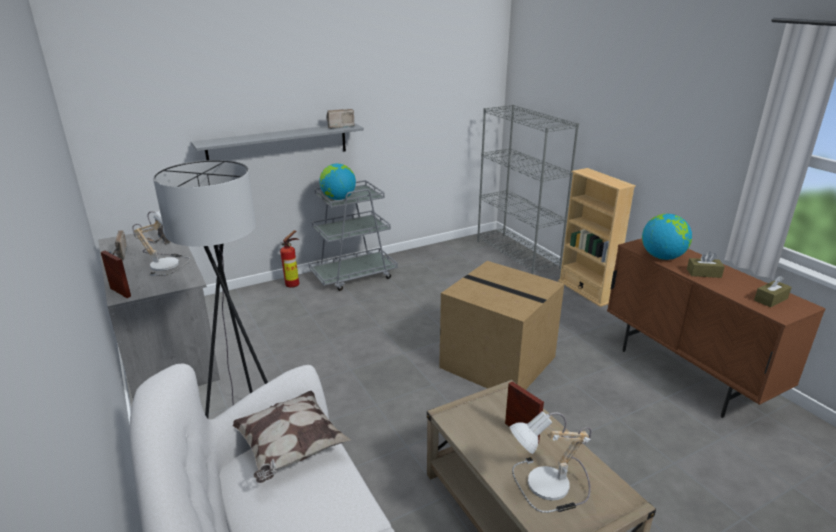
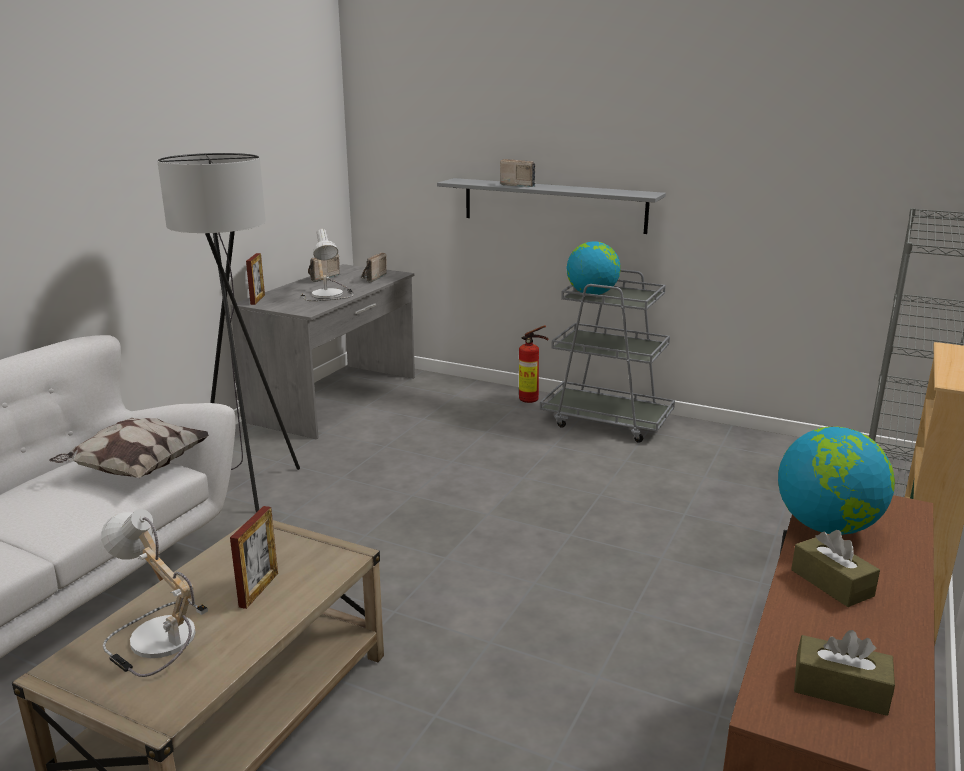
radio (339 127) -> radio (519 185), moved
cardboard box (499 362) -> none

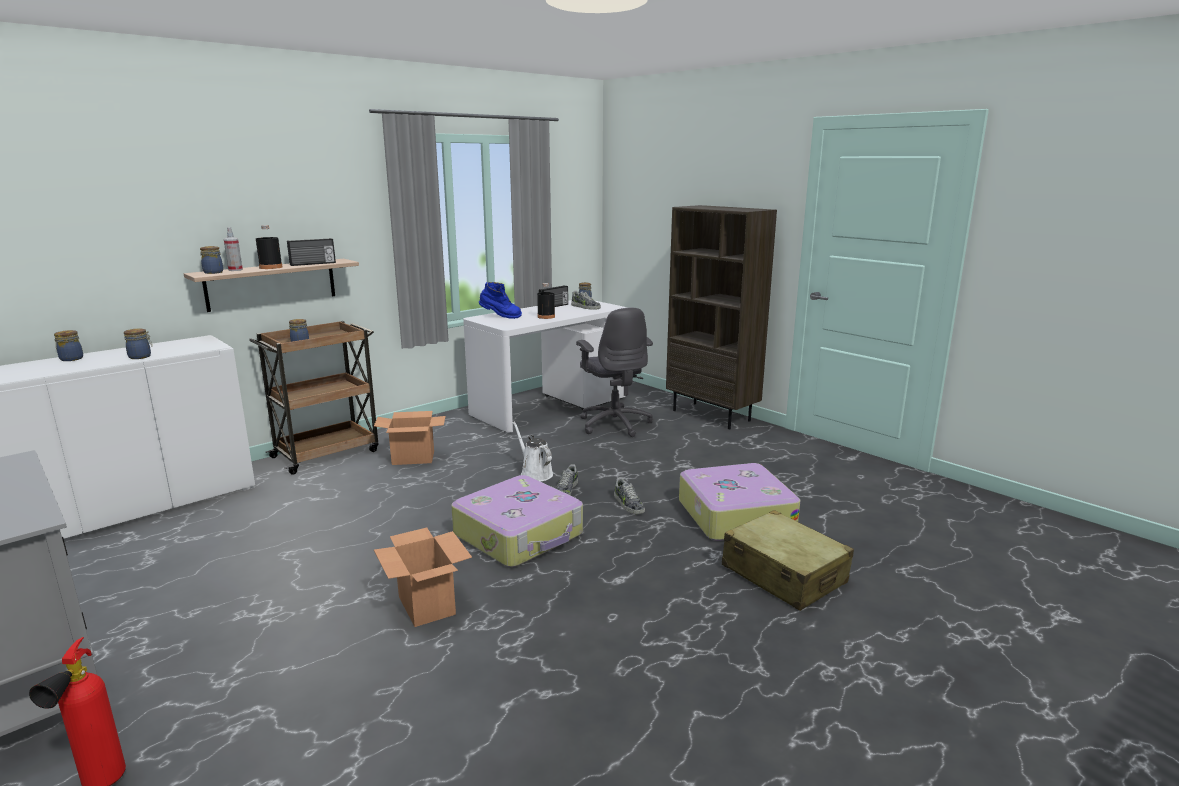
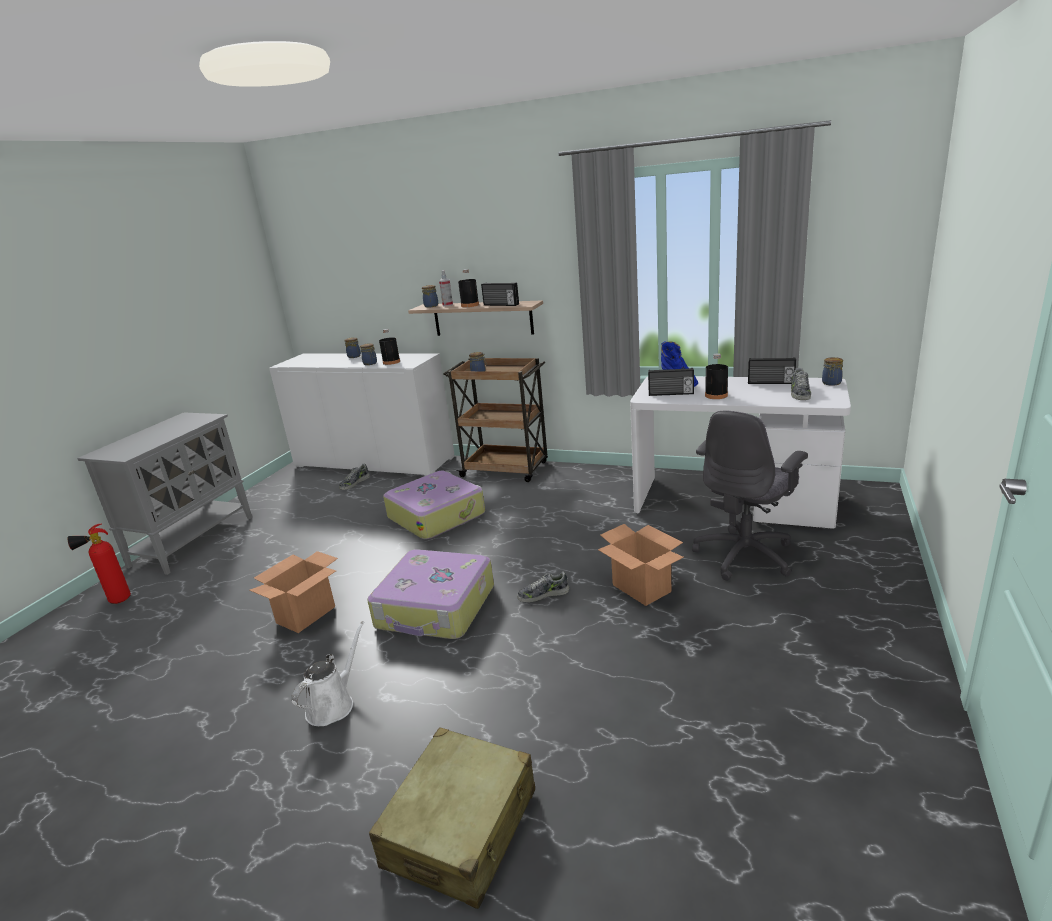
cardboard box (414 458) -> cardboard box (642 588), moved
watering can (white) (534 473) -> watering can (white) (333 704), moved
shoe (628 504) -> shoe (354 483), moved
bookcase (brown) (712 415) -> none
suitcase (734 515) -> suitcase (437 515), moved
none -> bottle (black) (391 362)
none -> radio (671 394)

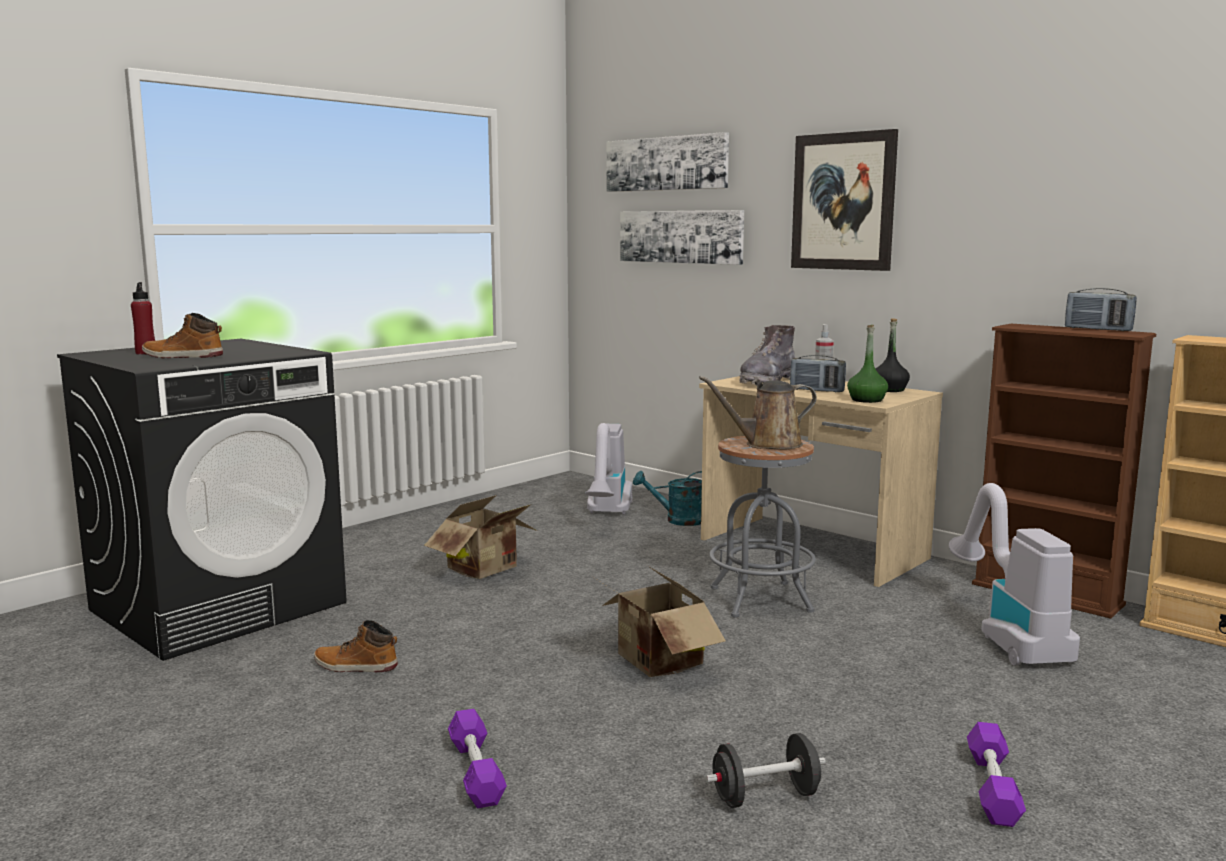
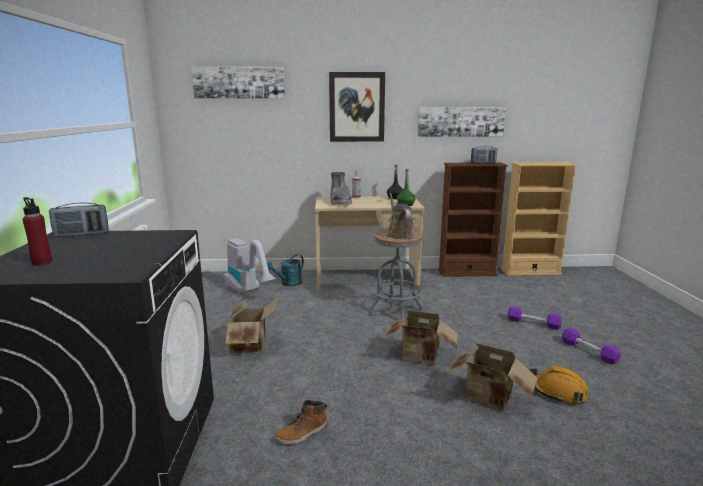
boot (182 357) -> none
dumbbell (purple) (476 771) -> dumbbell (purple) (533 323), moved
picture (681 236) -> picture (460 121), moved
watering can (brown) (767 444) -> watering can (brown) (399 234), 135 degrees clockwise
dumbbell (black) (765 796) -> hard hat (orange) (558 392)
radio (817 390) -> radio (82 234), moved
vacuum cleaner (1007 635) -> none
none -> cardboard box (489 399)

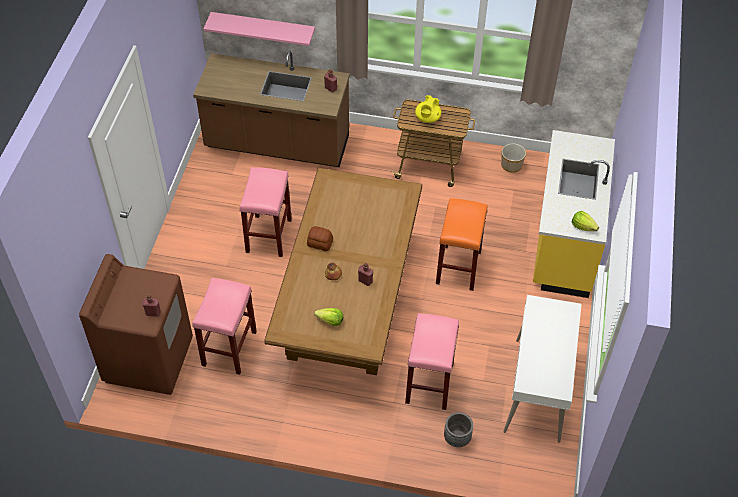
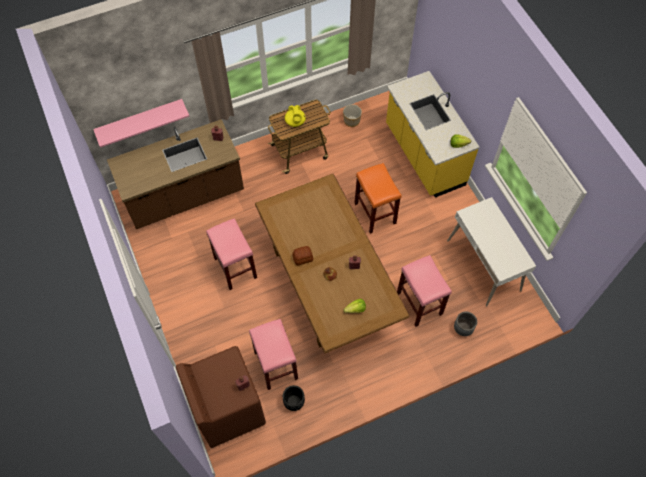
none -> planter (black) (294 402)

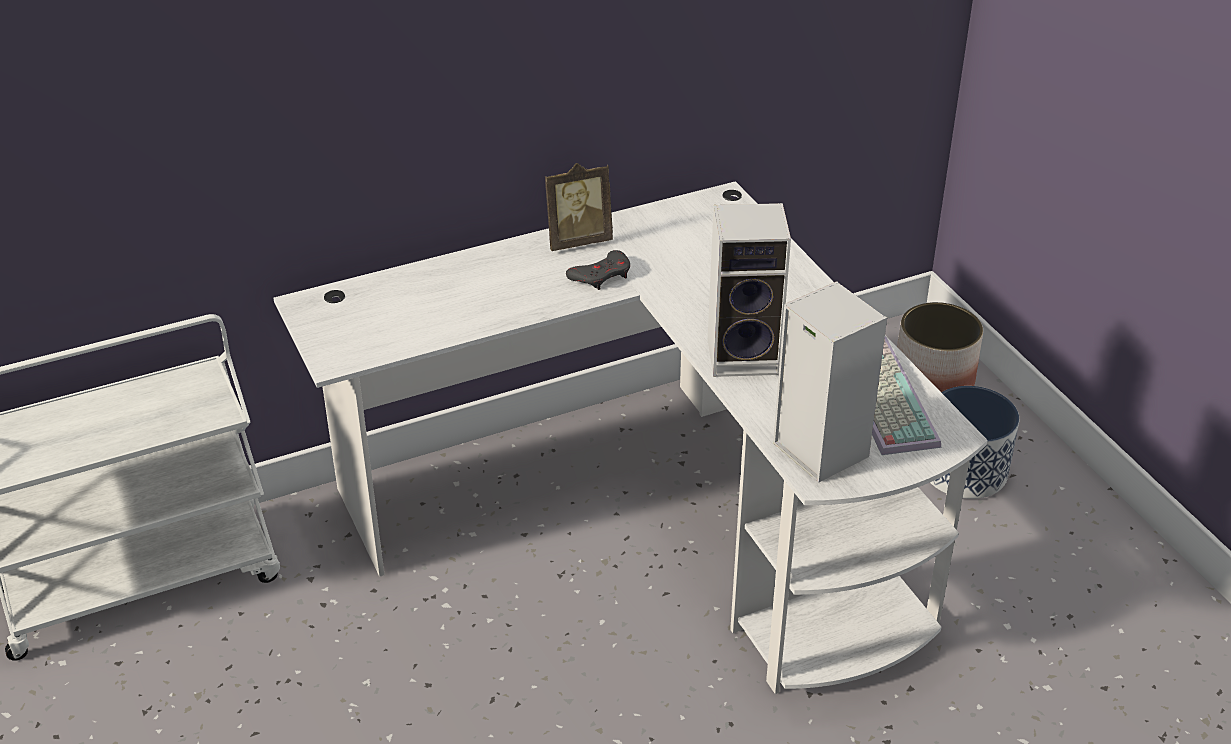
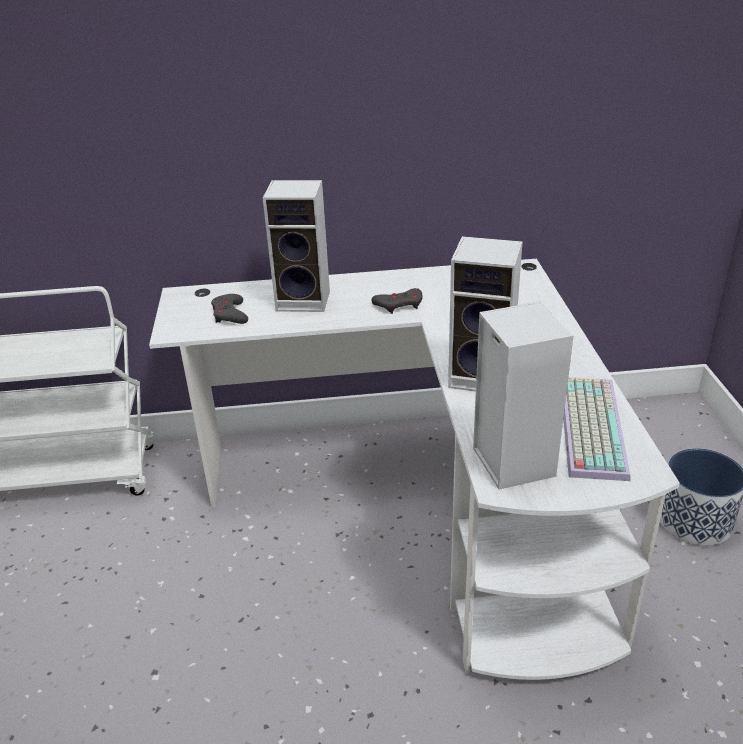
picture frame (577 240) -> none
planter (933 381) -> none
none -> game controller (grey) (230 314)
none -> speaker (305 300)

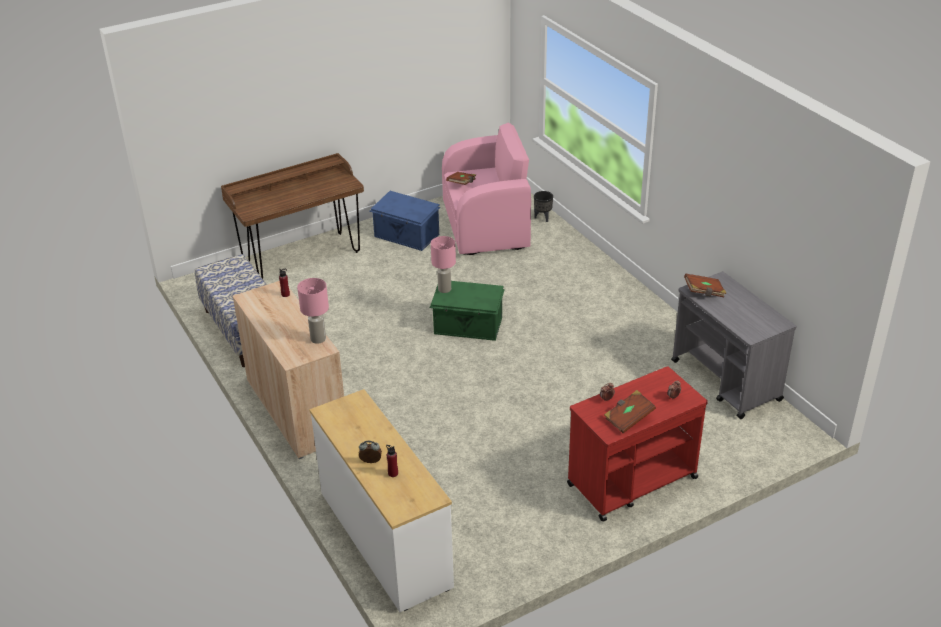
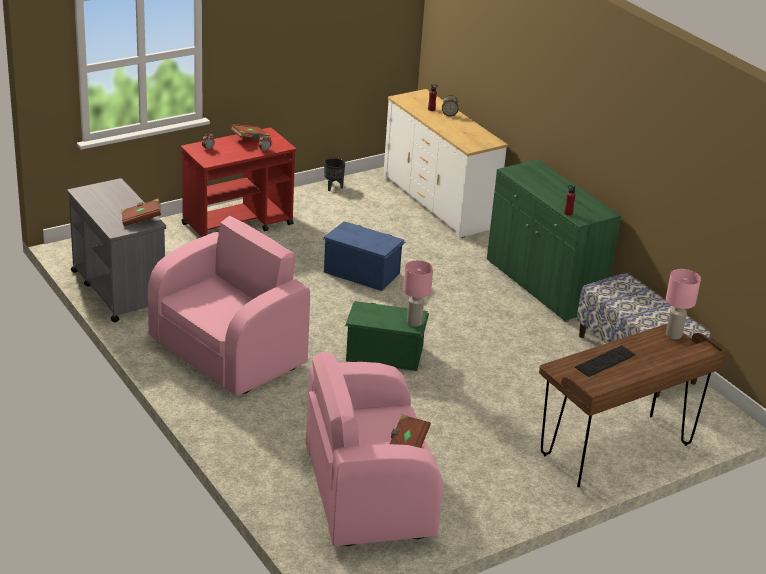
cabinet (beige) (297 410) -> cabinet (green) (544 285)
table lamp (pink) (318 339) -> table lamp (pink) (673 335), moved
storage box (blue) (406 236) -> storage box (blue) (362 272), moved
planter (black) (542 218) -> planter (black) (333 187), moved
none -> armchair (pink) (229 352)
none -> keyboard (605 361)

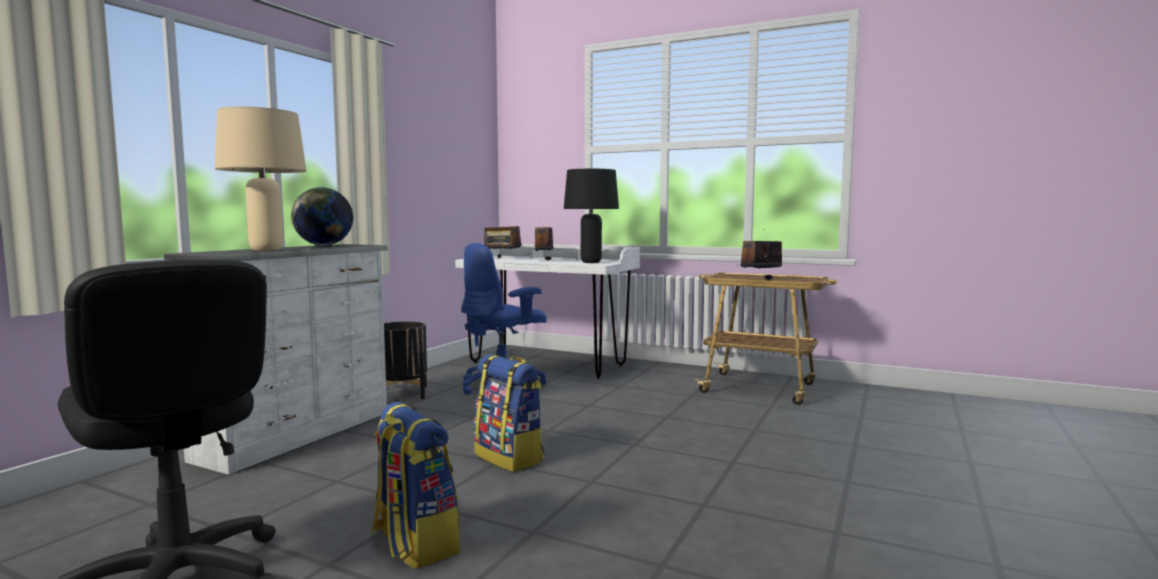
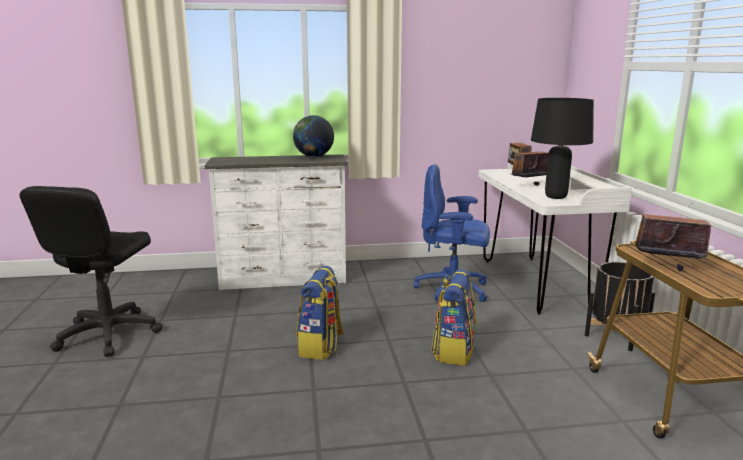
table lamp (beige) (267 250) -> none
backpack (414 544) -> backpack (453 351), moved
planter (black) (402 393) -> planter (black) (616 335), moved

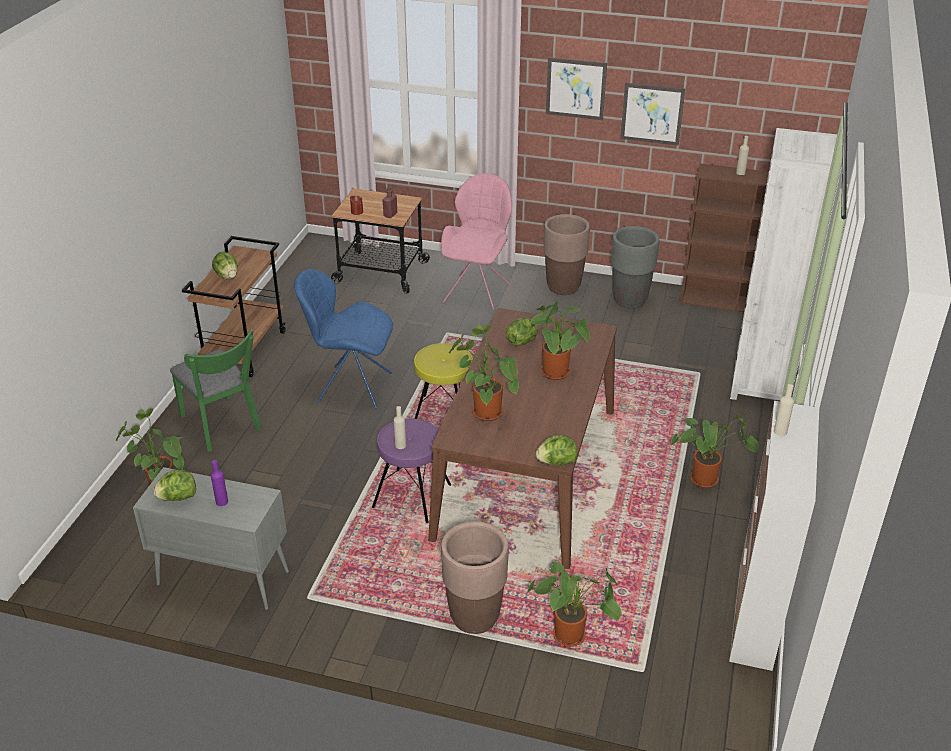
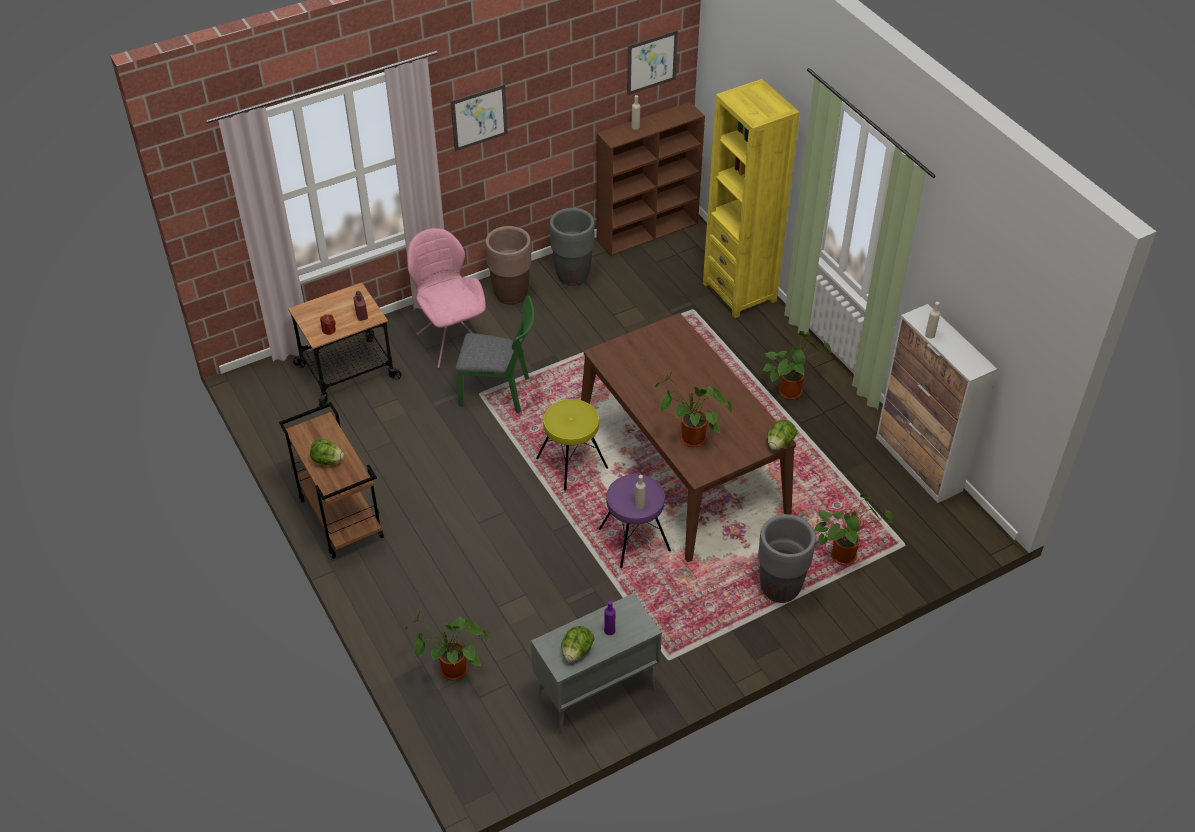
chair (green) (222 426) -> chair (green) (500 392), moved
chair (blue) (352 387) -> none
planter (brown) (474 617) -> planter (grey) (780 588)
lettuce (522 342) -> none
potted plant (558 374) -> none
picture (652 114) -> picture (651 62), moved
bookcase (white) (761 383) -> bookcase (yellow) (739 292)

